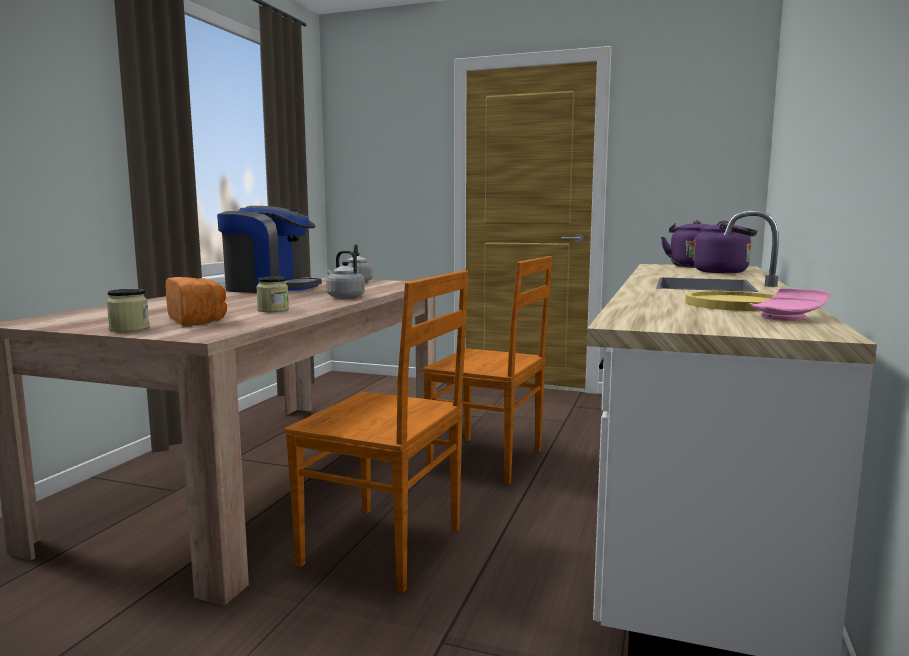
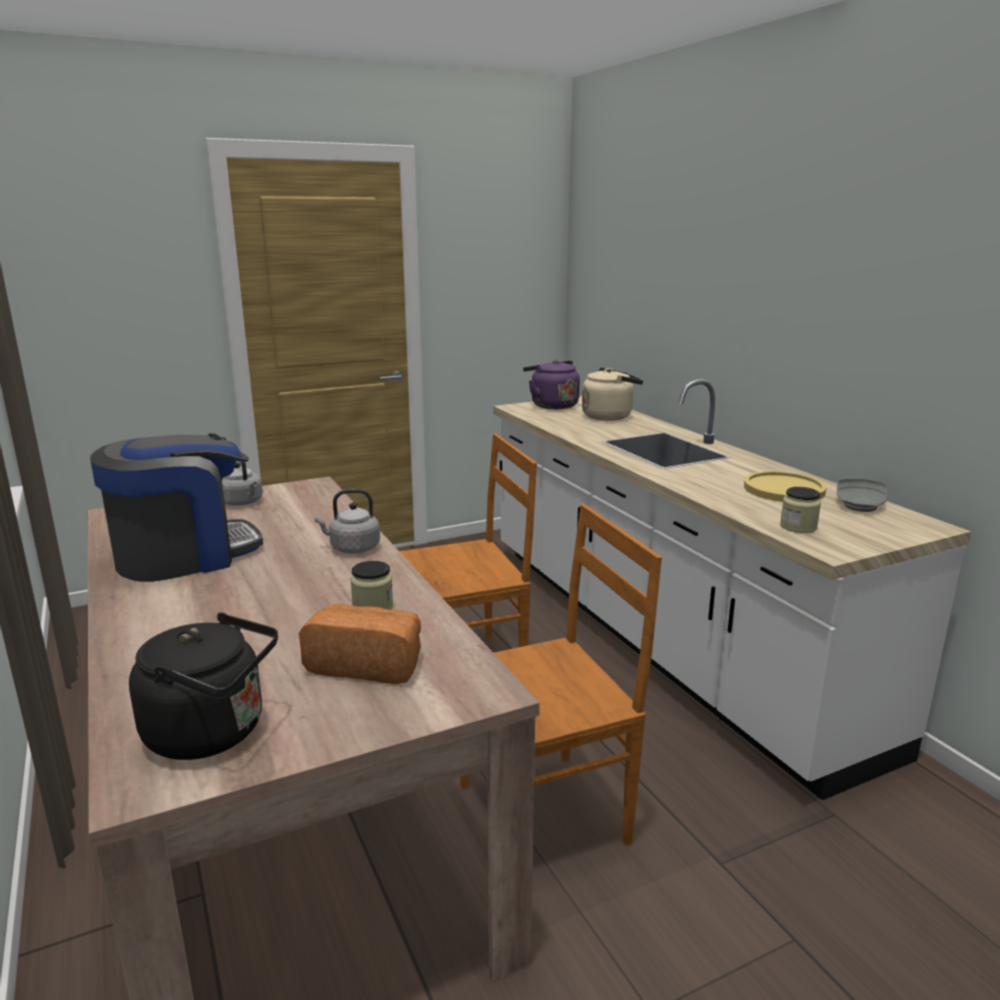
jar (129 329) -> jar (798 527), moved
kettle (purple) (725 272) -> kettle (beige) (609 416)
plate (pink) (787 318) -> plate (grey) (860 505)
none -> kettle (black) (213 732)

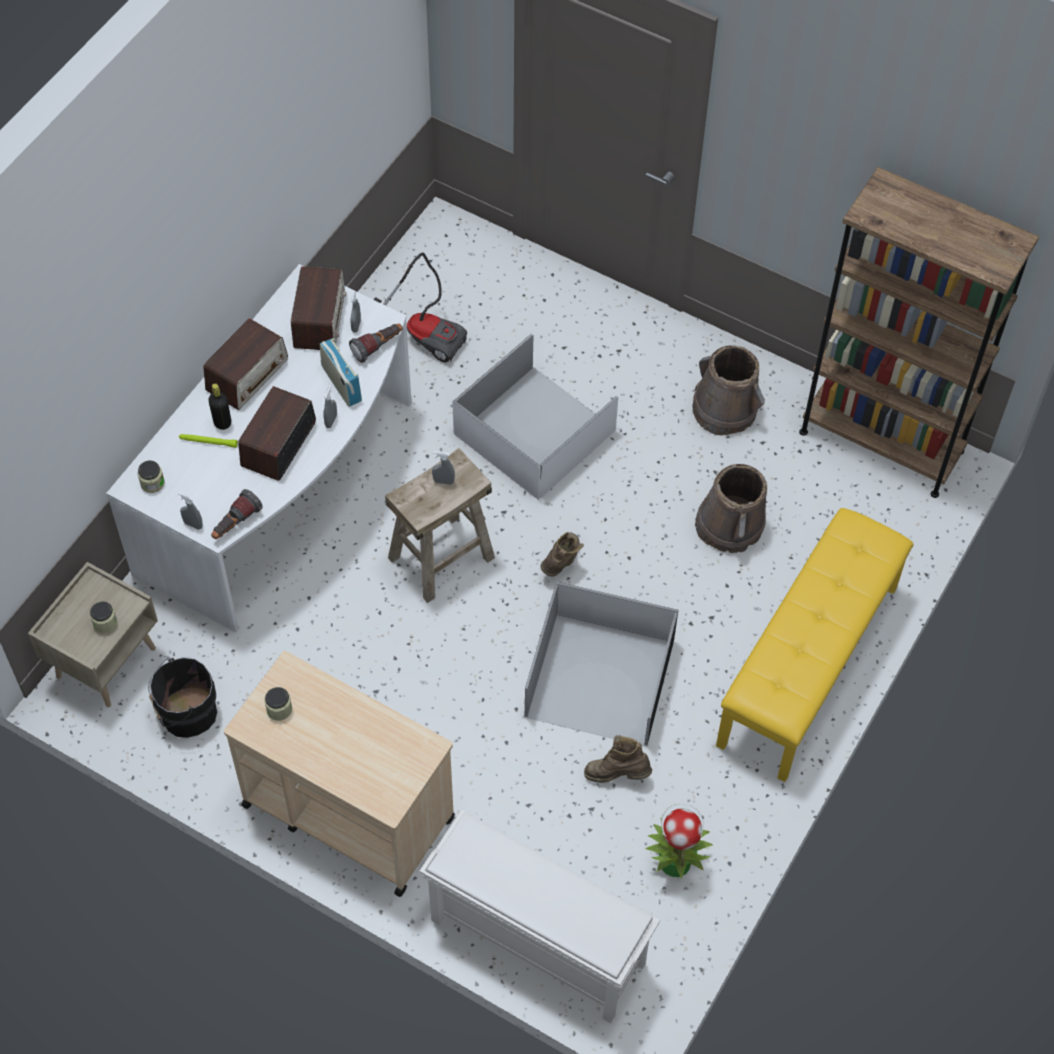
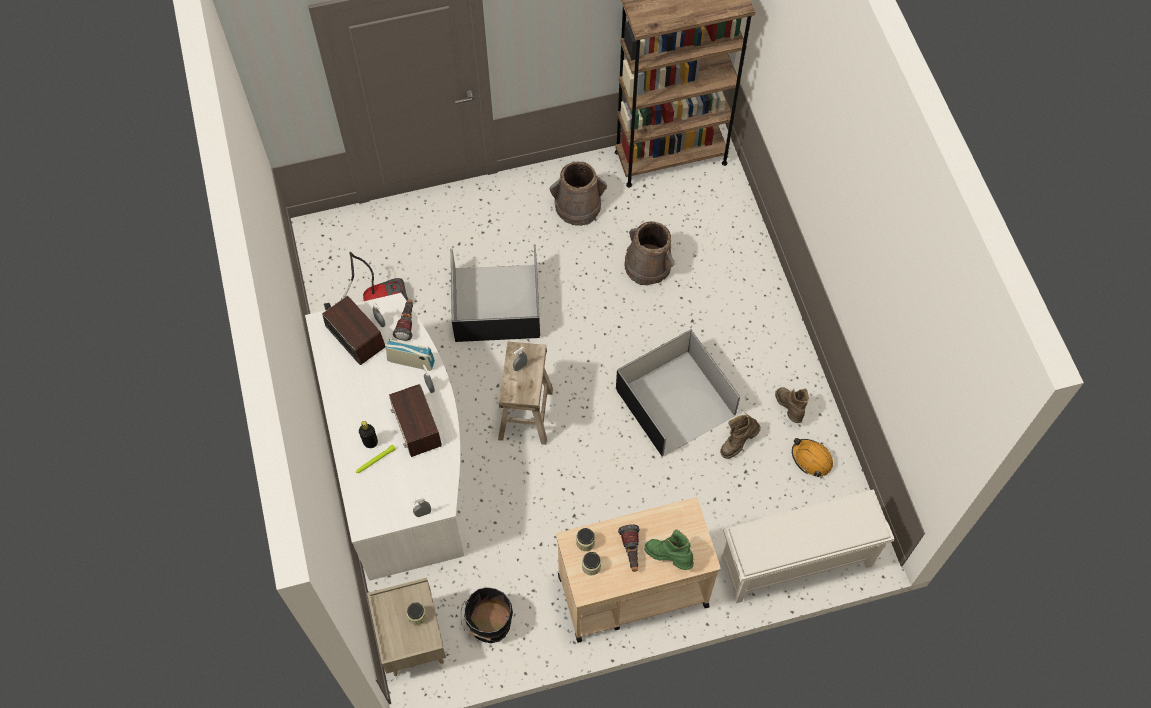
jar (152 483) -> jar (585 542), moved
radio (247 374) -> none
flashlight (235 524) -> flashlight (631 551), moved
storage box (white) (536 433) -> storage box (black) (497 303)
boot (brown) (562 562) -> boot (brown) (789 409), moved
potted plant (674 861) -> hard hat (orange) (811 459)
bench (yellow) (809 666) -> none
none -> boot (green) (669 556)

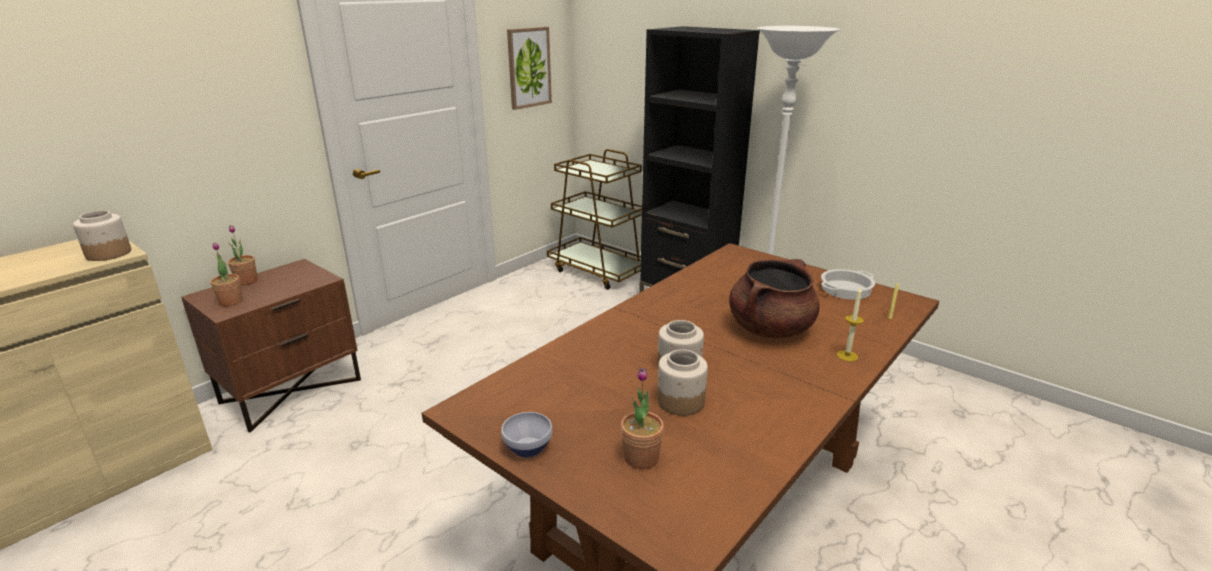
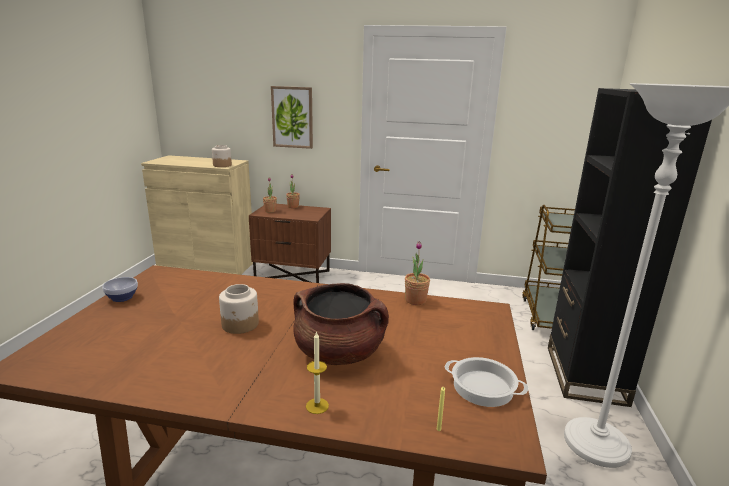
picture (528 67) -> picture (292 117), moved
potted plant (641 457) -> potted plant (415 300), moved
jar (680 402) -> none

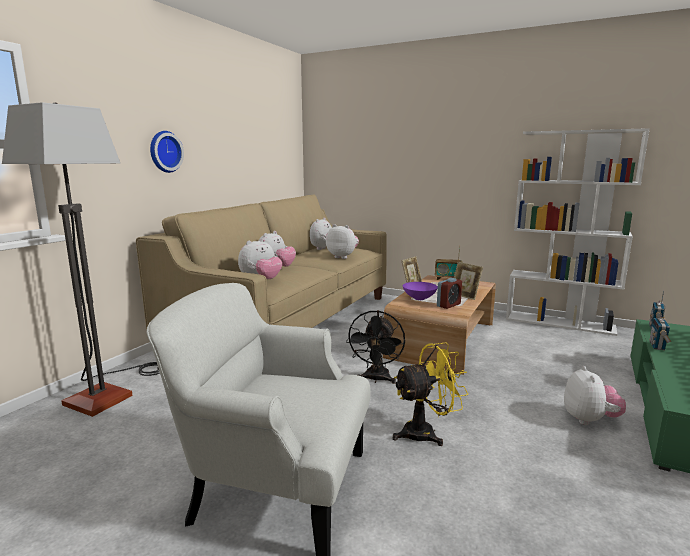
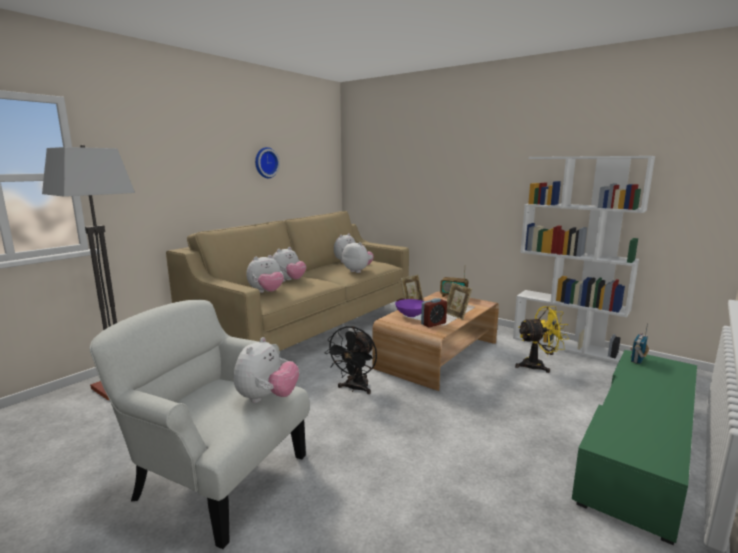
wall clock (164 151) -> wall clock (265 162), moved
fan (yellow) (426 432) -> fan (yellow) (538 365), moved
plush toy (589 420) -> plush toy (267 398), moved
radio (657 346) -> none

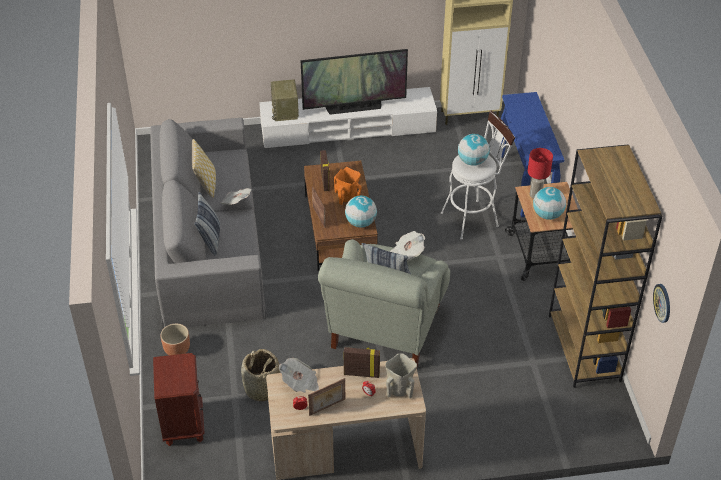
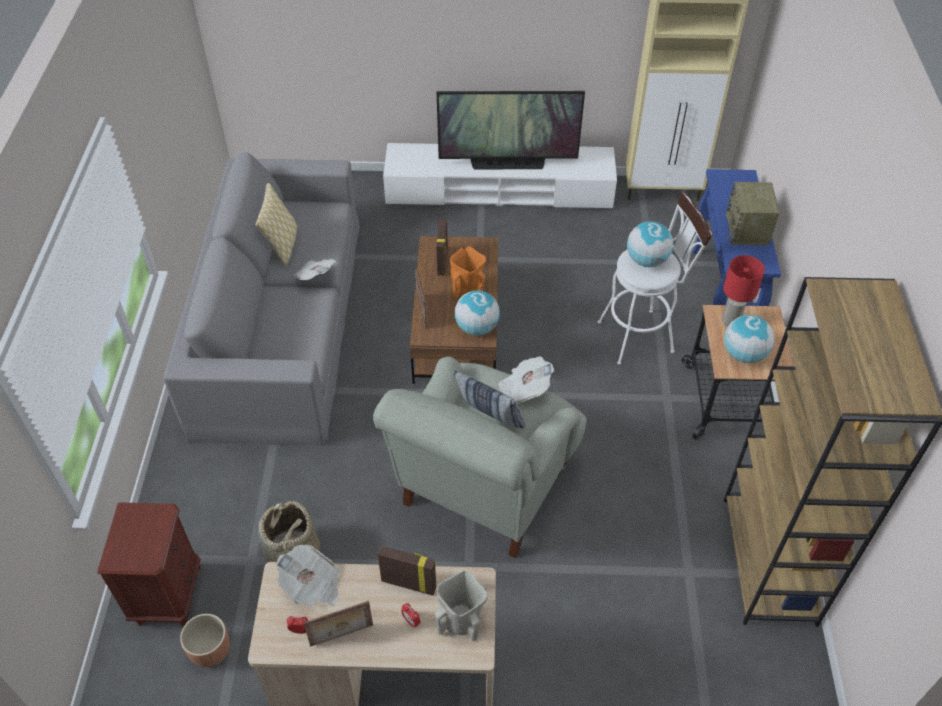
planter (brown) (177 349) -> planter (brown) (210 650), moved
pillow (210 239) -> none
radio (285 111) -> radio (747 230), moved
wall clock (662 303) -> none

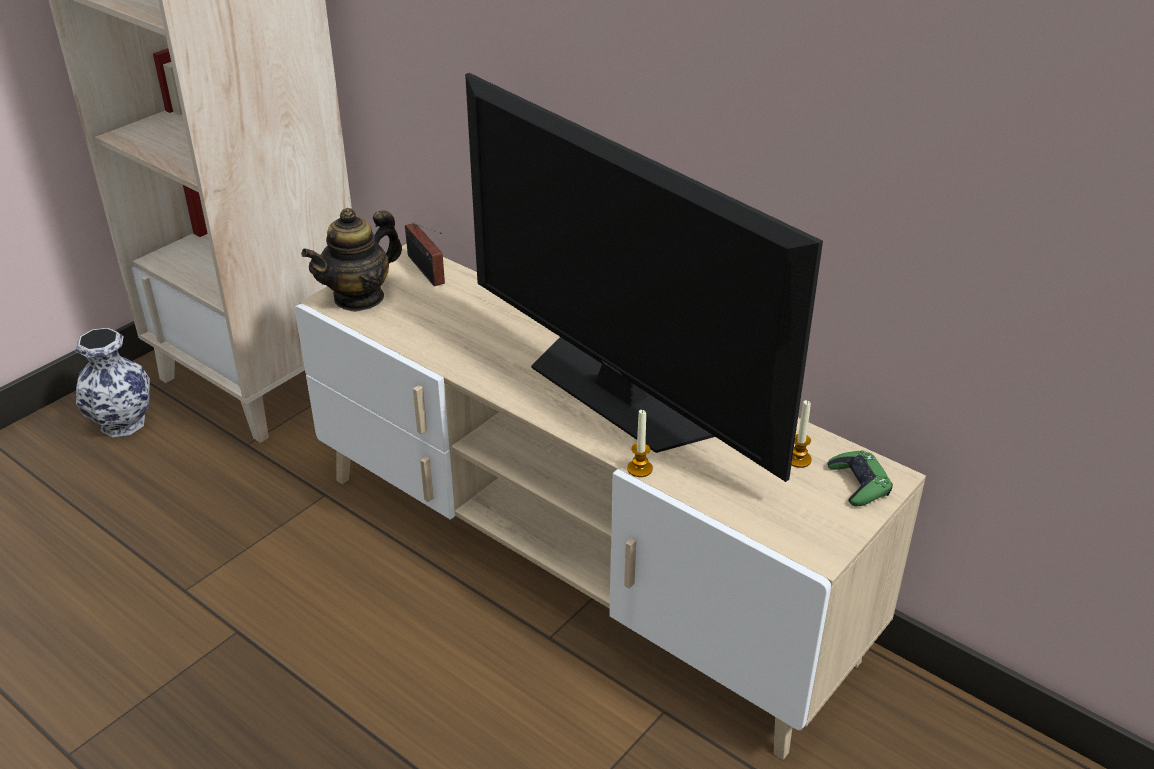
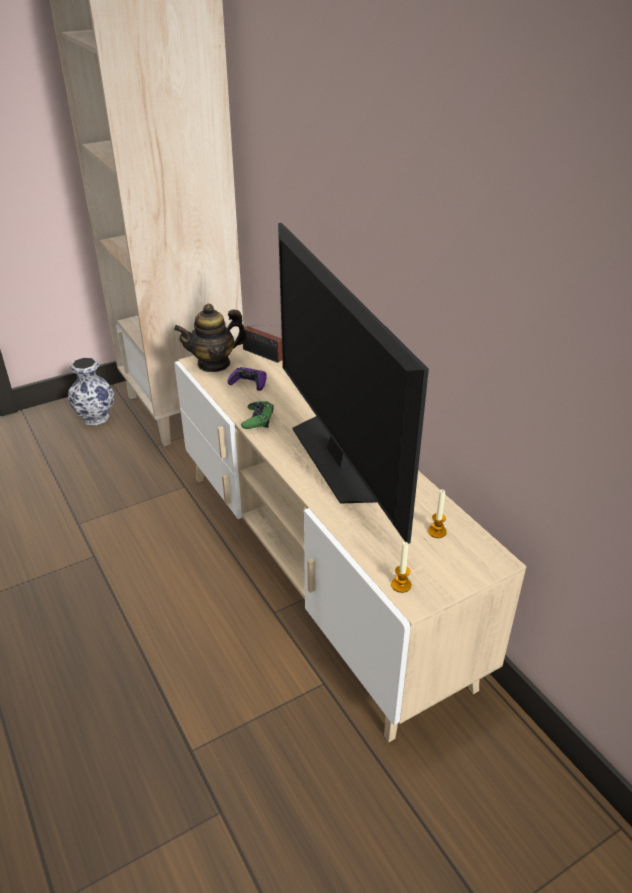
radio (426 271) -> radio (264 355), 45 degrees counterclockwise
candle (639 469) -> candle (401 585), moved
game controller (green) (859 484) -> game controller (green) (258 419), moved
none -> game controller (purple) (248 383)

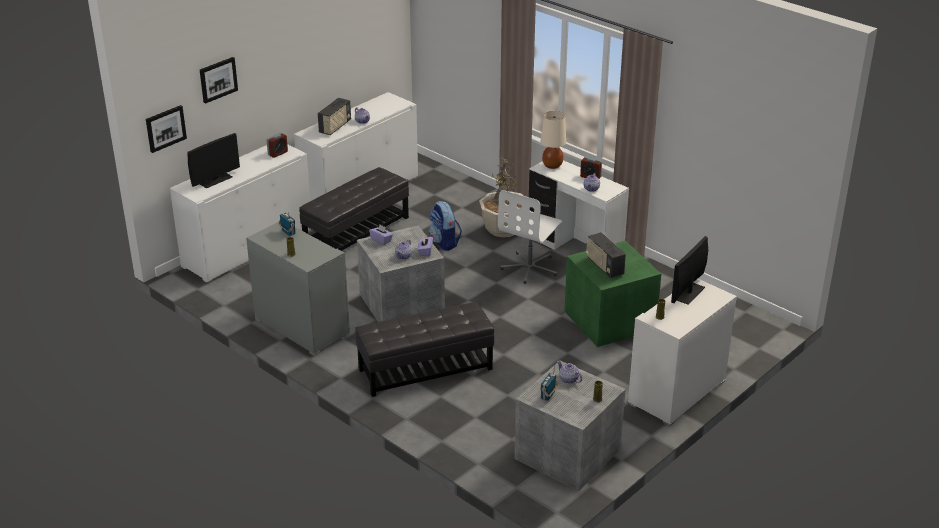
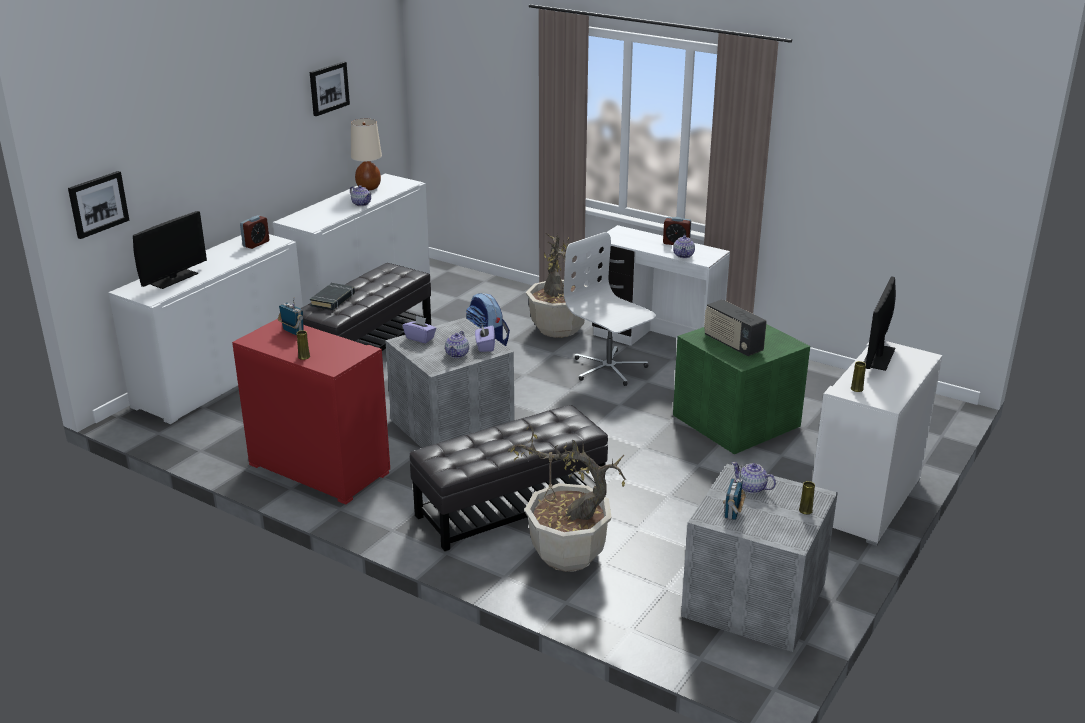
picture (218 79) -> picture (328 88), moved
dresser (grey) (301 327) -> dresser (red) (318 469)
radio (335 127) -> none
office chair (white) (530 268) -> office chair (white) (608 369), 120 degrees clockwise
table lamp (beige) (552 165) -> table lamp (beige) (368 187), moved
none -> book (black) (333 300)
none -> potted plant (567 555)

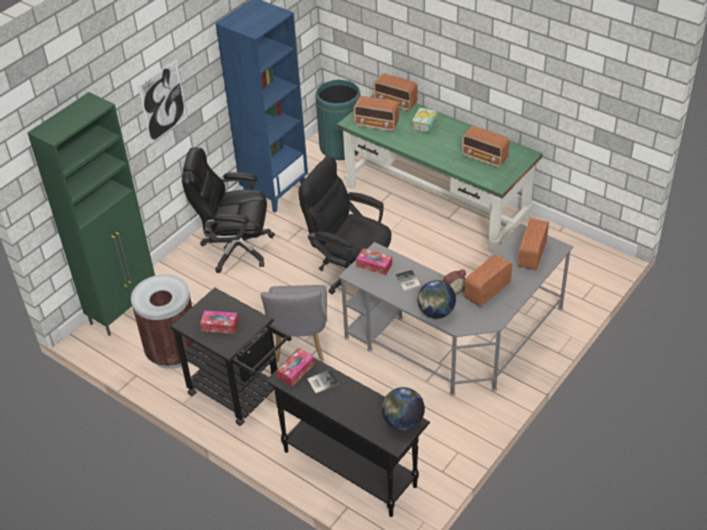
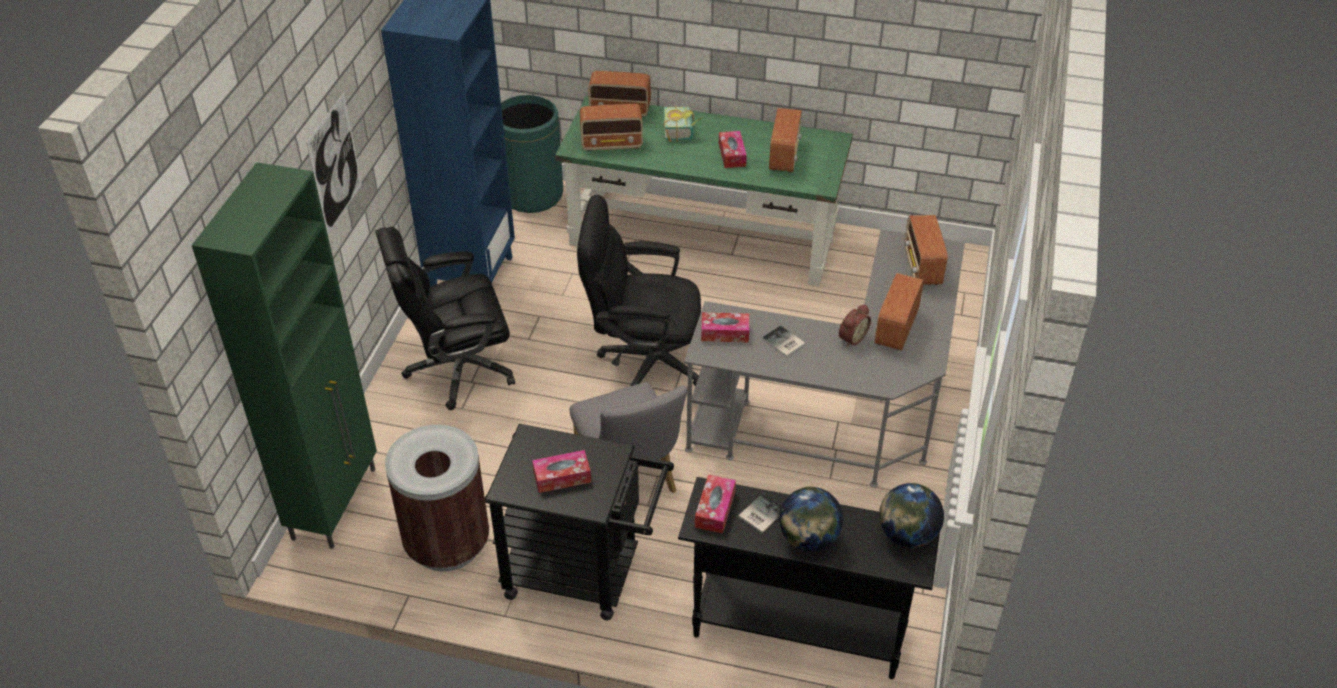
globe (436 312) -> globe (808 539), moved
radio (485 158) -> radio (784 156), 90 degrees counterclockwise
none -> tissue box (732 155)

